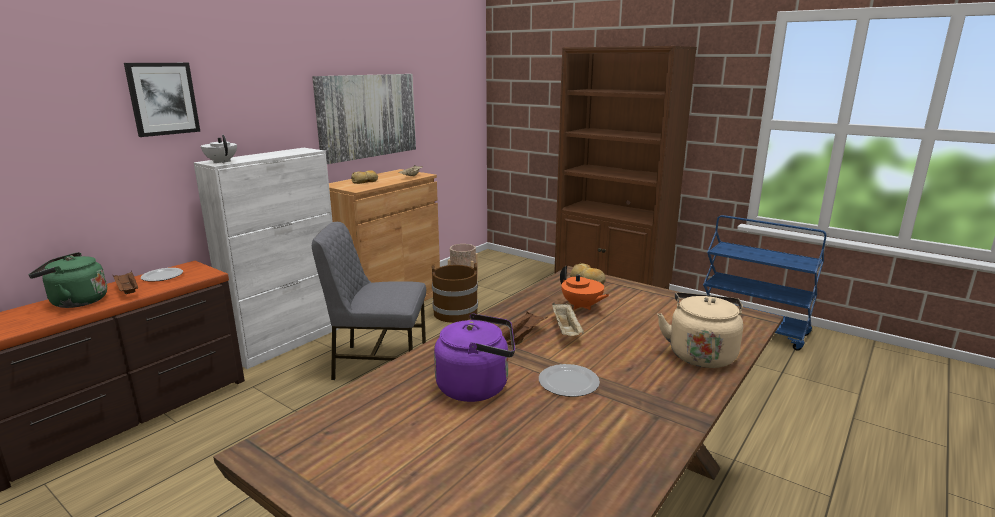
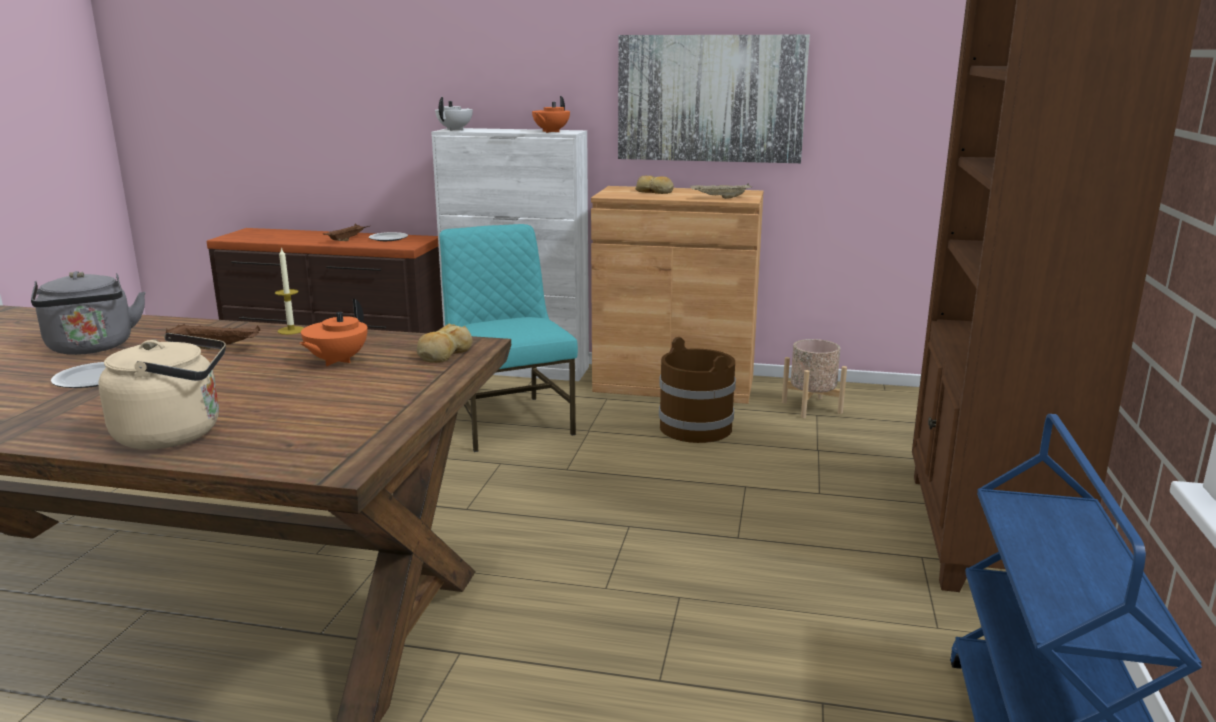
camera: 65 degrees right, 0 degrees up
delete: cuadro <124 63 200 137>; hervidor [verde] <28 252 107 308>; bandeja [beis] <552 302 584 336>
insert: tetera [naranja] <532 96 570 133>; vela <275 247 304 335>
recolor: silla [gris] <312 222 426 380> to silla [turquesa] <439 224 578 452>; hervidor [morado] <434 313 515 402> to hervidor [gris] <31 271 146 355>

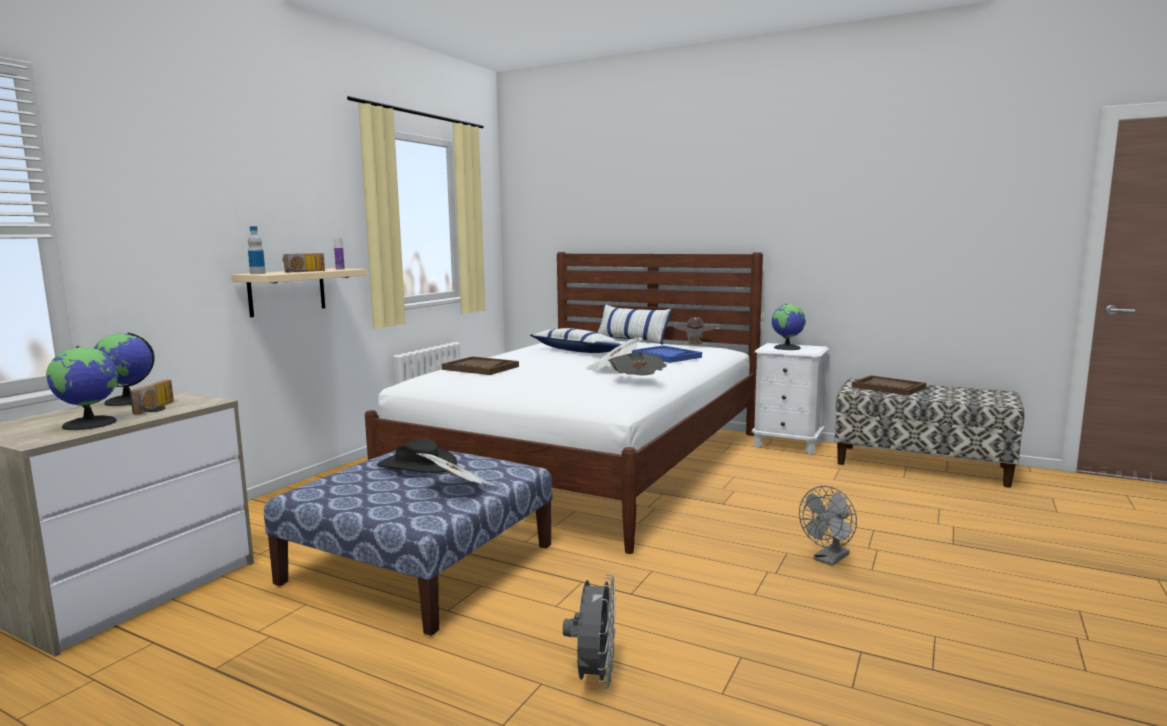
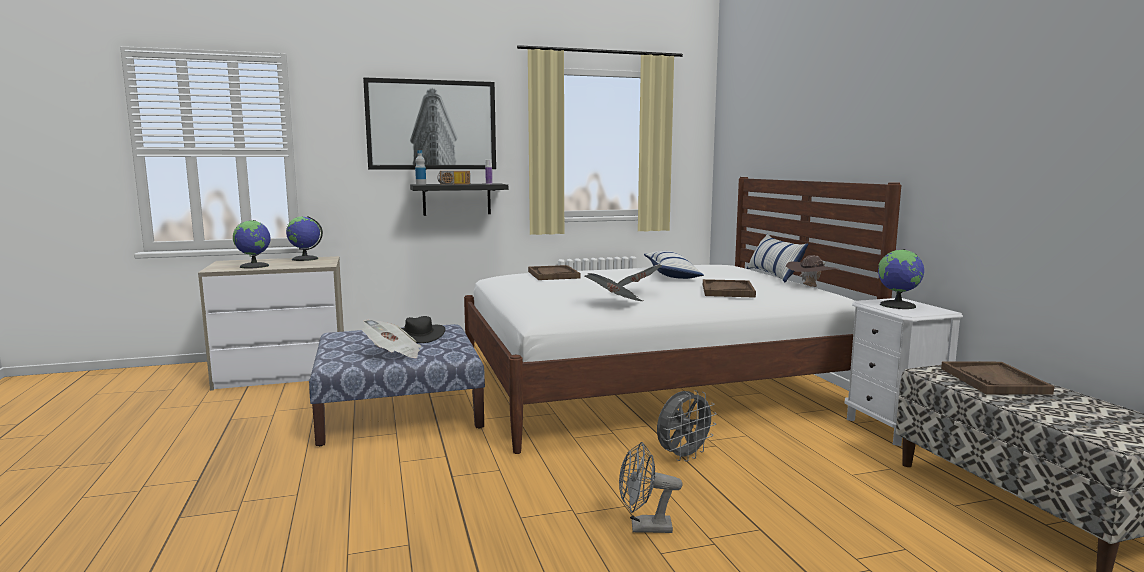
camera: 45 degrees right, 0 degrees up
delete: radio <130 380 174 415>
insert: cuadro <363 77 496 170>
move: ventilador [gris] <563 574 616 689> to <657 390 717 462>
recolor: estante [beis] <231 268 367 317> to estante [negro] <410 183 508 216>; bandeja [azul] <632 345 702 363> to bandeja [marrón] <703 279 756 298>

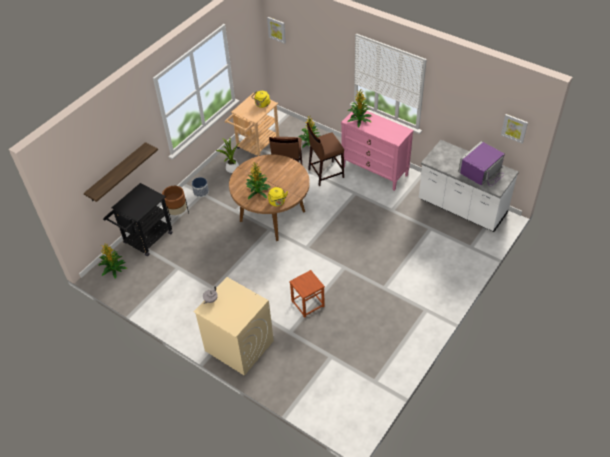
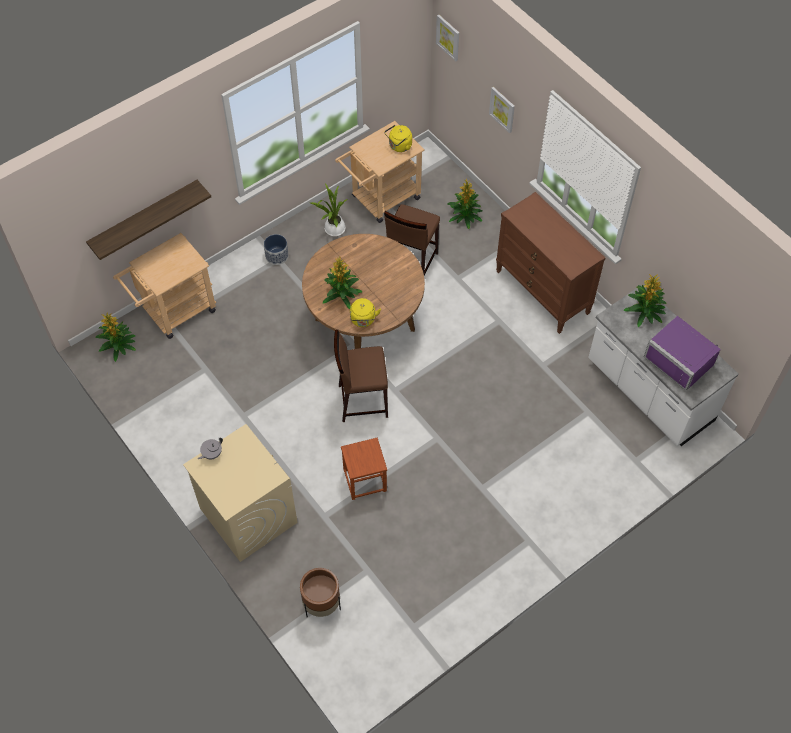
camera: 15 degrees right, 10 degrees up
move: planta en maceta <347 90 372 127> to <624 274 667 327>; cuadro <501 114 528 143> to <489 87 515 133>; taburete [marrón] <307 123 344 186> to <334 330 388 422>; maceta [marrón] <162 186 189 220> to <300 568 341 617>
recolor: cómoda [rosa] <341 111 414 191> to cómoda [marrón] <496 192 605 334>; carrito [negro] <103 183 173 256> to carrito [beis] <113 233 216 339>
rotate: microondas [morado] <458 141 505 187> = <644 316 721 391> 105 degrees counterclockwise

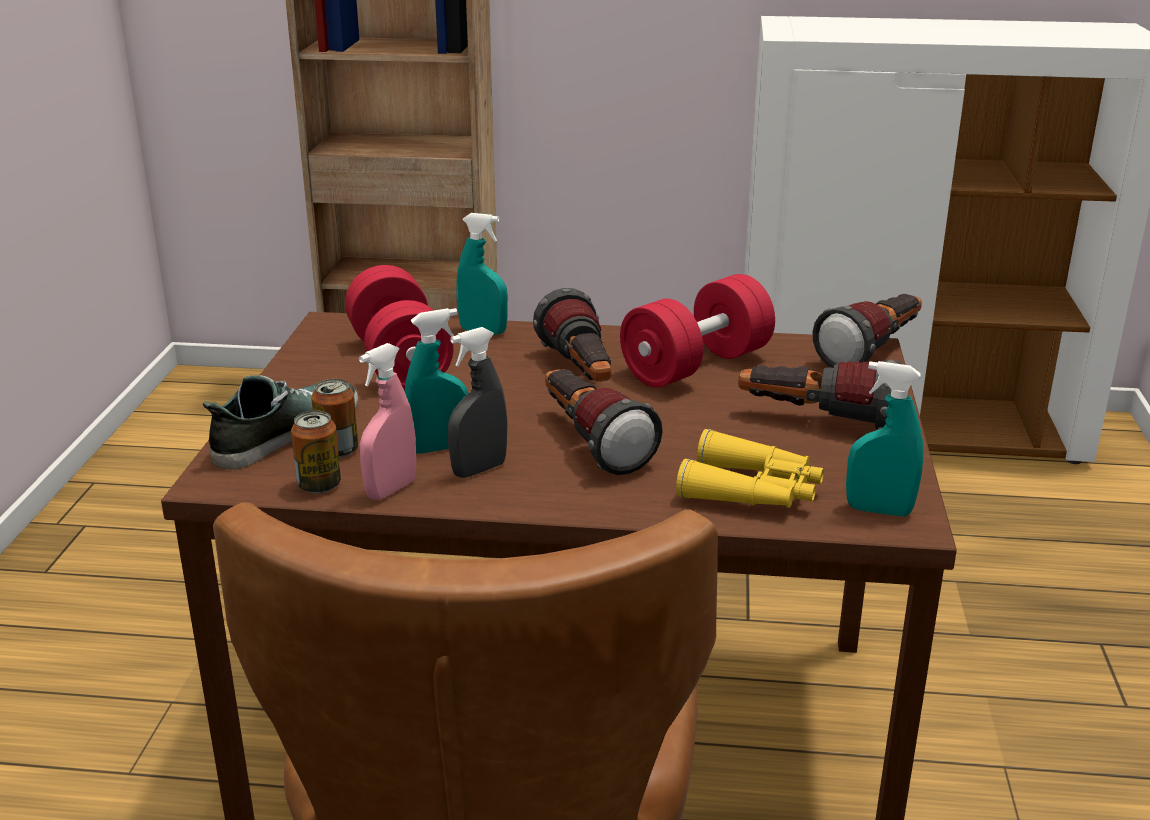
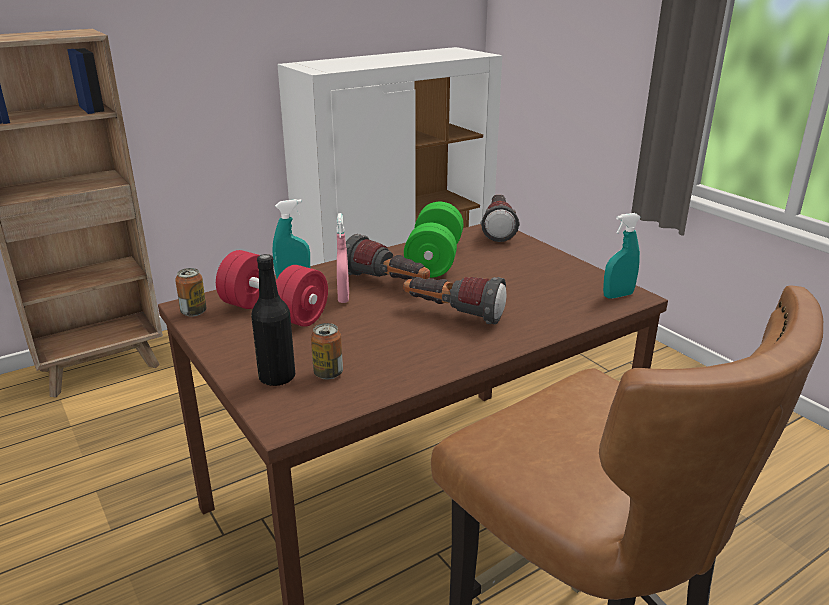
camera: 40 degrees left, 0 degrees up
delete: pulverizador [turquesa] <405 308 468 454>; pulverizador [gris] <448 327 507 478>; linterna <738 360 901 430>; prismáticos [amarillo] <676 429 824 508>
move: pulverizador [rosa] <359 343 416 500> to <337 213 349 303>; lata <291 410 341 494> to <175 268 207 317>
replace: zapato <203 375 358 469> to botella [negro] <251 254 295 386>
recolor: mancuerna [rojo] <620 274 775 388> to mancuerna [verde] <404 202 464 278>

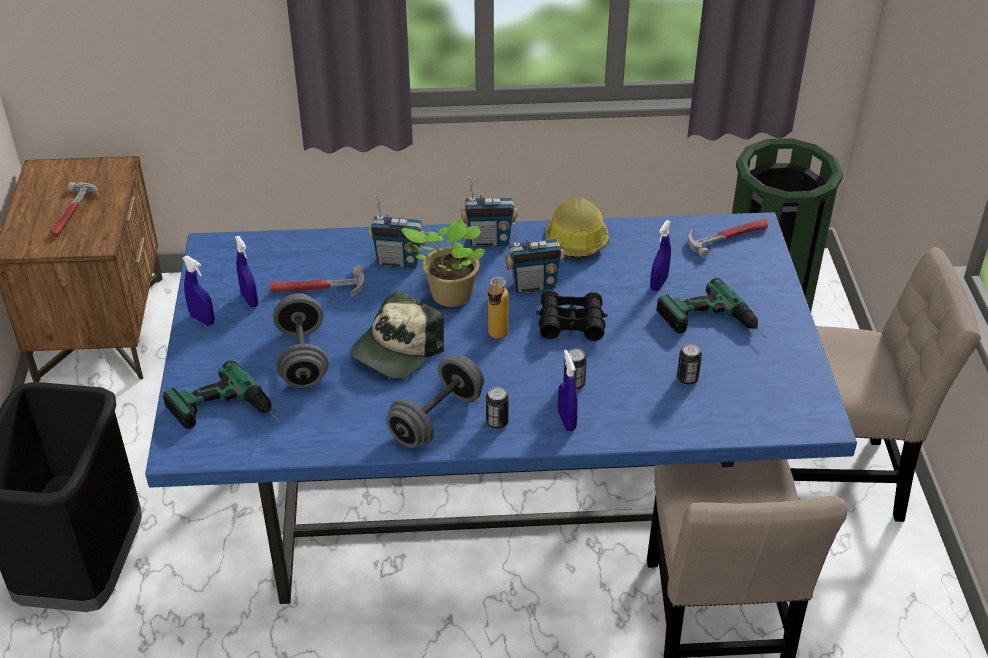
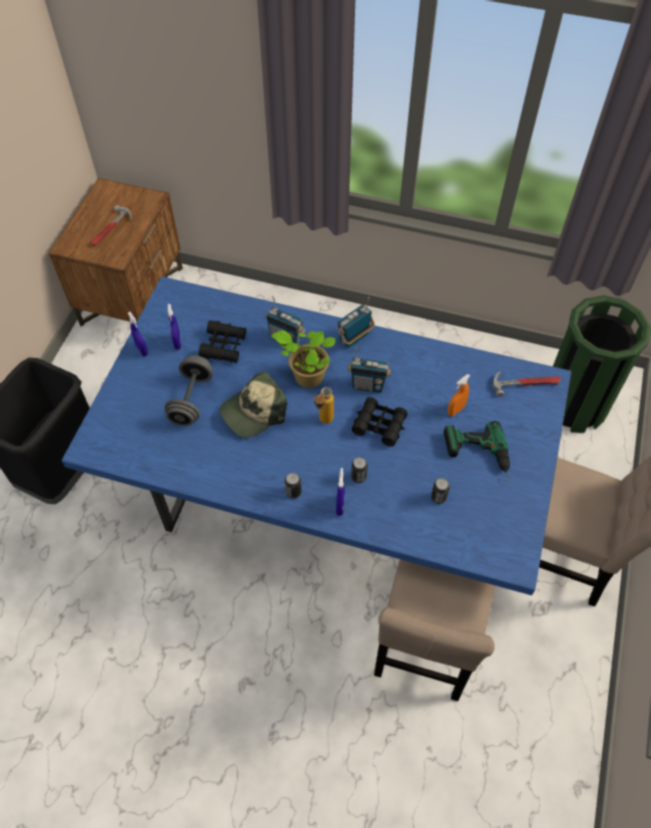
camera: 20 degrees right, 15 degrees up
delete: casco <546 198 609 260>; mancuerna [gris] <386 355 484 448>; taladro <163 360 280 429>
replace: martillo <269 266 365 297> to prismáticos [negro] <199 320 246 363>
recolor: pulverizador [azul] <650 220 671 291> to pulverizador [naranja] <448 374 470 416>
rotate: radio <461 177 518 247> = <337 297 375 348> 120 degrees clockwise

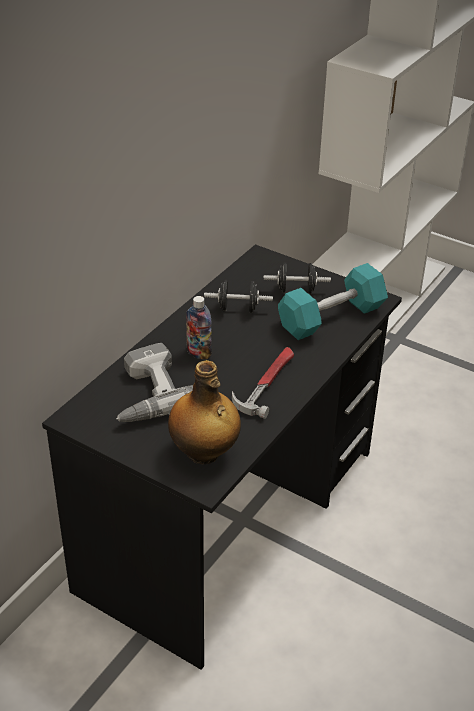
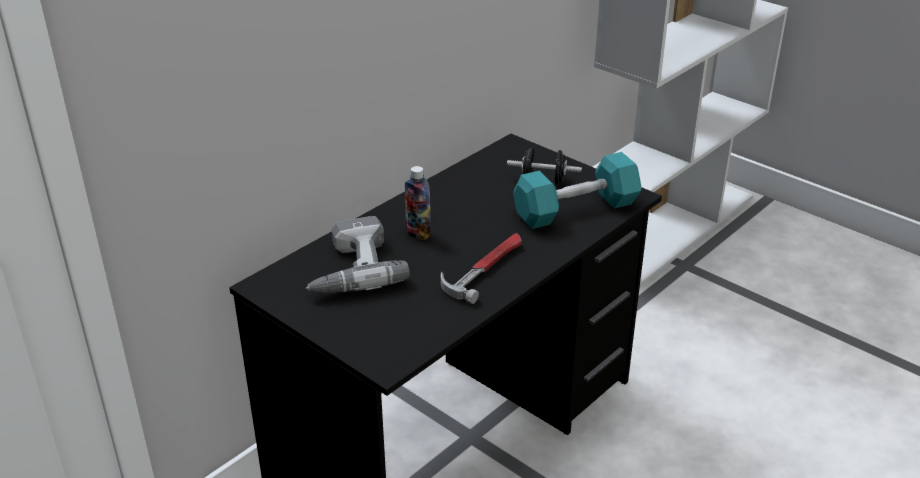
camera: 10 degrees right, 5 degrees down
delete: mancuerna [negro] <204 280 273 313>; botella <168 360 241 464>

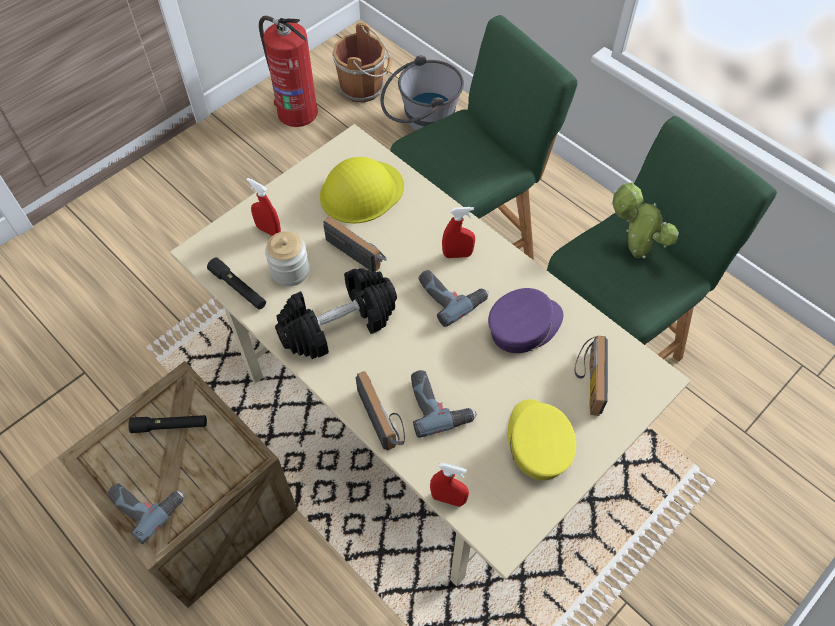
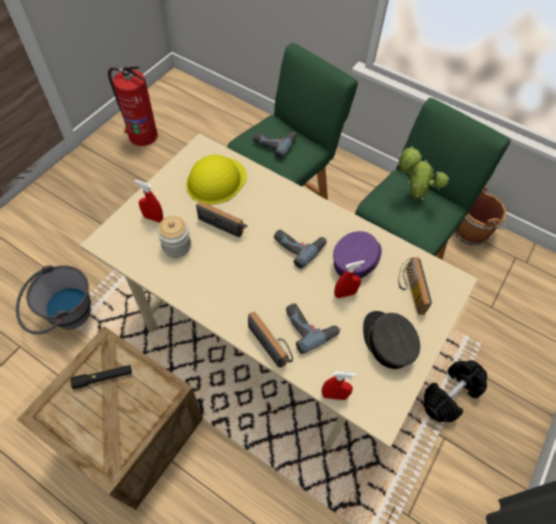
camera: 15 degrees left, 0 degrees up
delete: linterna [negro] <207 258 266 310>
move: cubo [marrón] <332 23 392 103> to <455 186 507 245>; cubo [gris] <381 55 464 131> to <16 265 91 334>; pulverizador [rojo] <442 207 475 258> to <334 260 365 298>; mancuerna [negro] <275 268 397 359> to <423 360 487 422>; taladro <108 484 184 544> to <253 132 297 159>
recolor: gorra [amarillo] <507 399 576 480> to gorra [gris] <363 311 420 369>

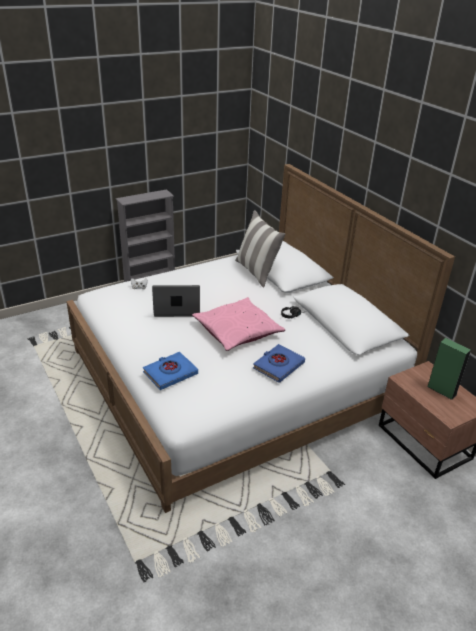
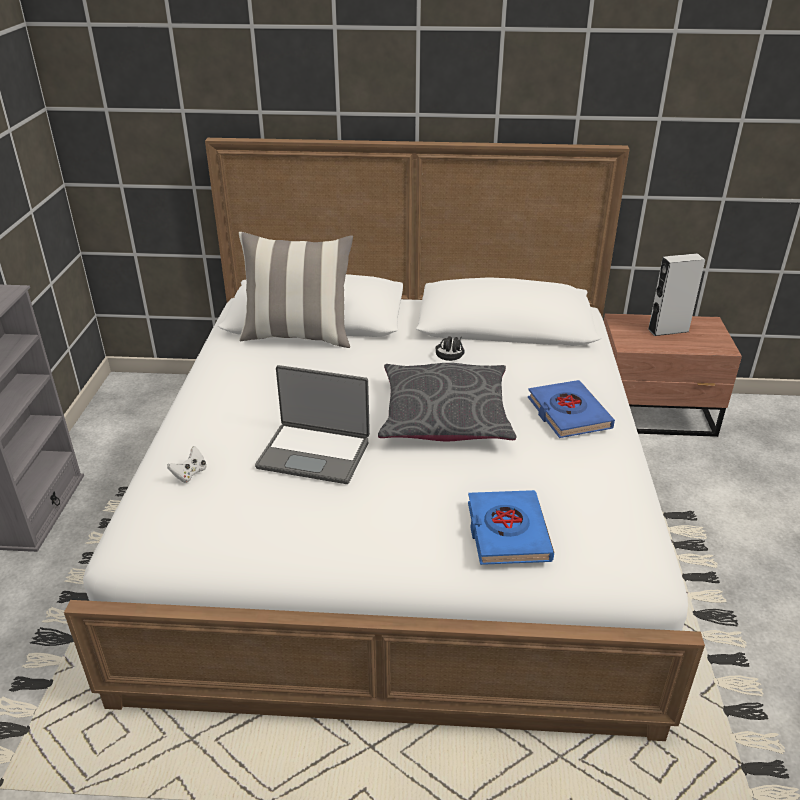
camera: 55 degrees left, 0 degrees up
recolor: cojín [rosa] <192 297 285 351> to cojín [gris] <378 363 516 441>; altavoz [verde] <427 338 471 400> to altavoz [gris] <648 253 705 336>
rotate: portátil <152 285 200 317> = <255 365 370 484> 105 degrees counterclockwise

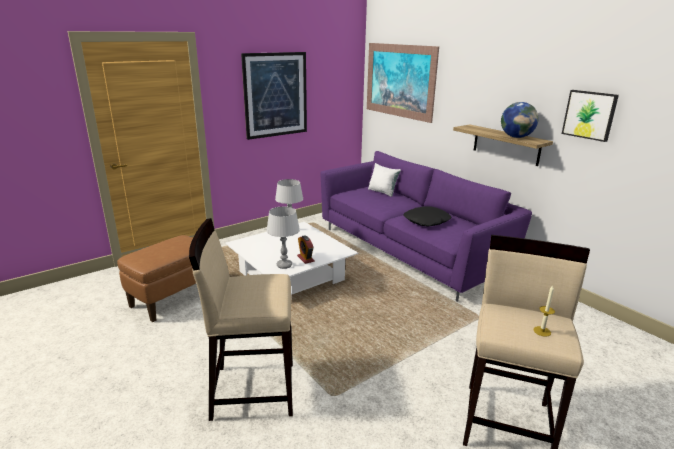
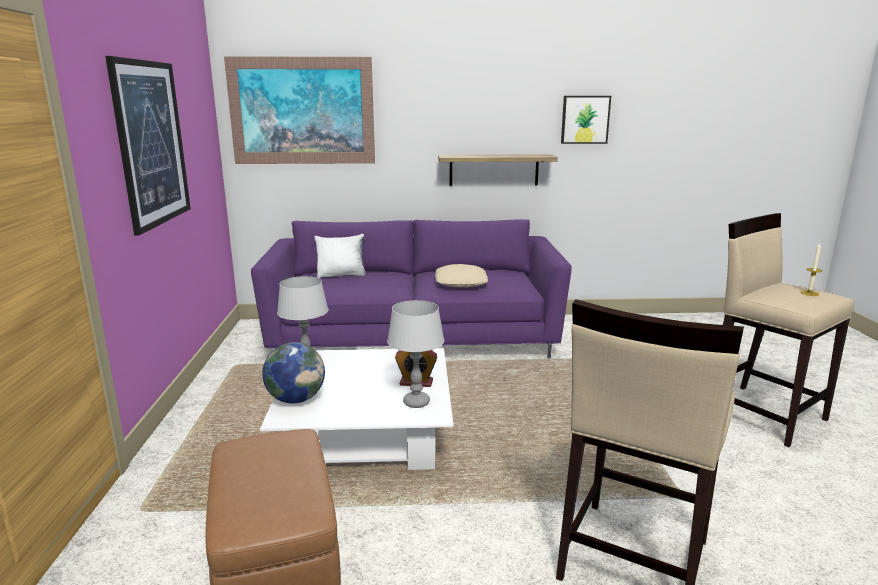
camera: 55 degrees left, 5 degrees down
move: globo terráqueo <501 102 539 138> to <262 342 325 403>
recolor: cojín [negro] <403 206 451 226> to cojín [beis] <435 264 488 287>

